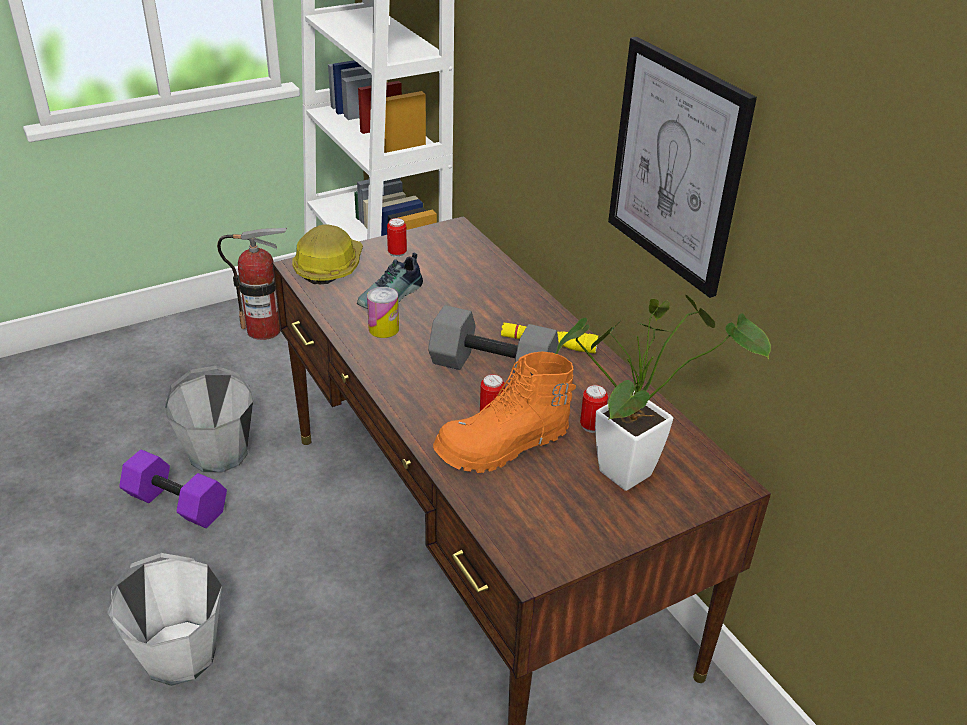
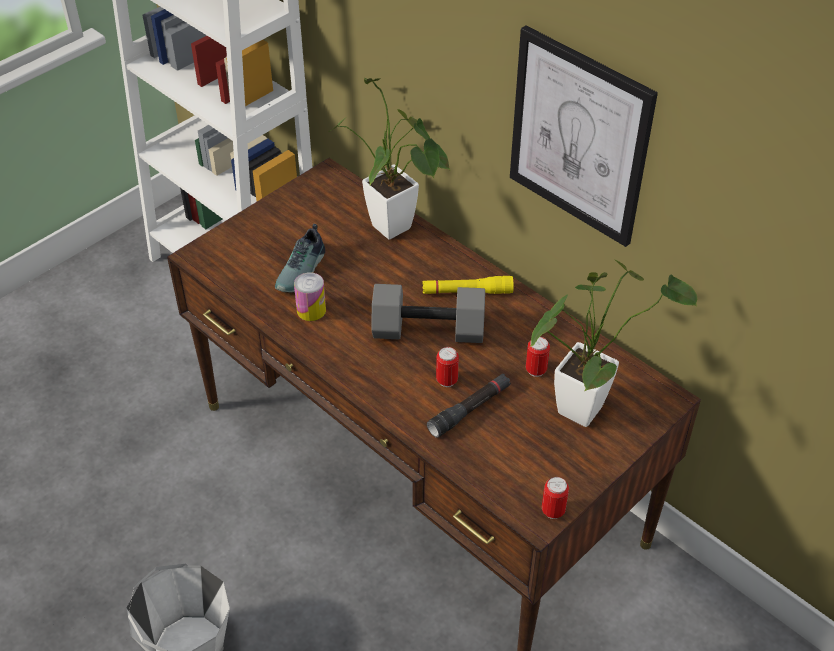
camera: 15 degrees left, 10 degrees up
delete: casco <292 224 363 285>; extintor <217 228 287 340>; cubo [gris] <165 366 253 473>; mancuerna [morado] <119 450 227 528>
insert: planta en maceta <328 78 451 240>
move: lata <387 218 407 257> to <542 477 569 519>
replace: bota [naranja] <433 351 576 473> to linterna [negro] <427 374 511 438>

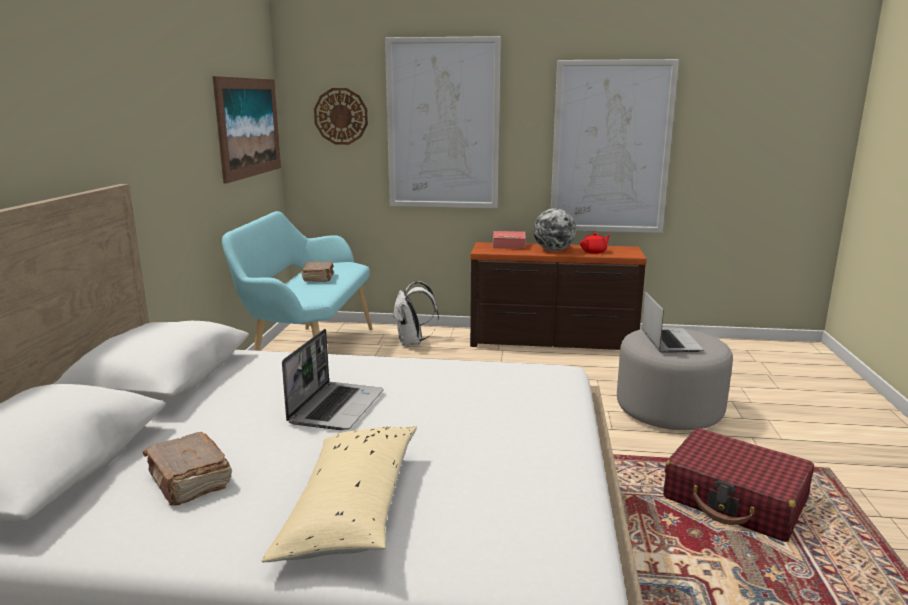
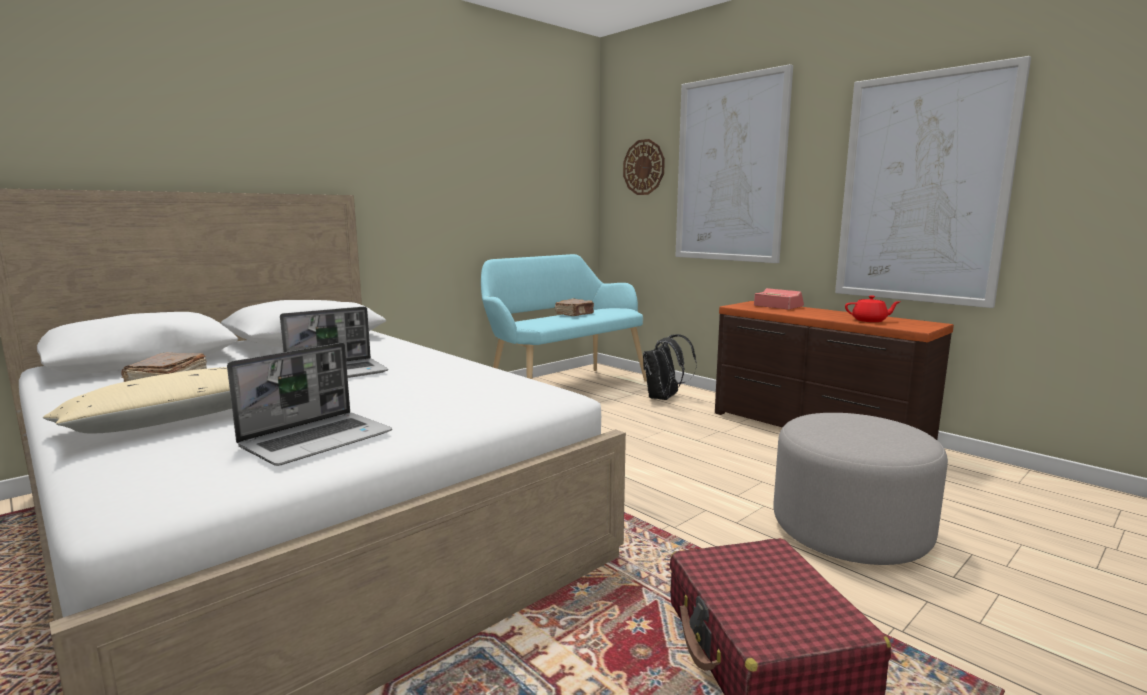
camera: 40 degrees right, 5 degrees down
delete: cuadro <213 76 281 184>; globo terráqueo <533 208 576 251>
move: portátil <642 291 704 353> to <227 343 392 466>
recolor: mochila [blanco] <393 281 439 346> to mochila [negro] <643 334 697 400>

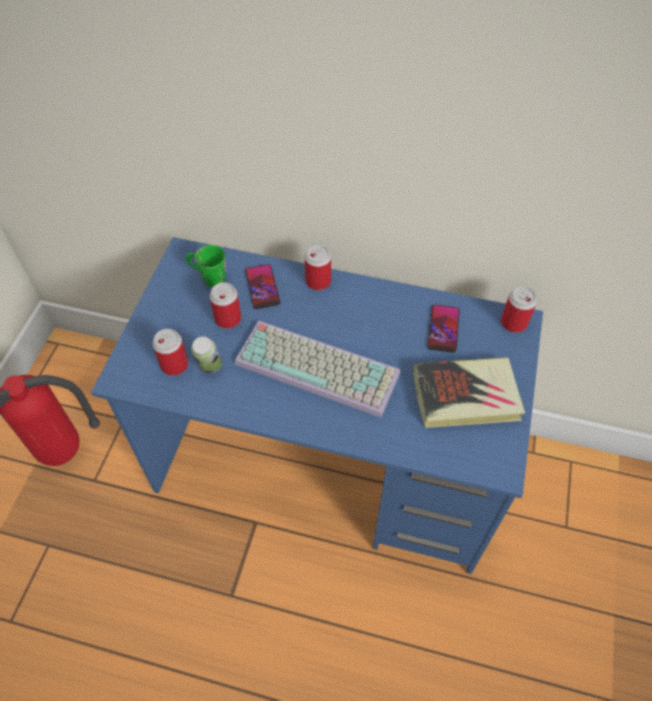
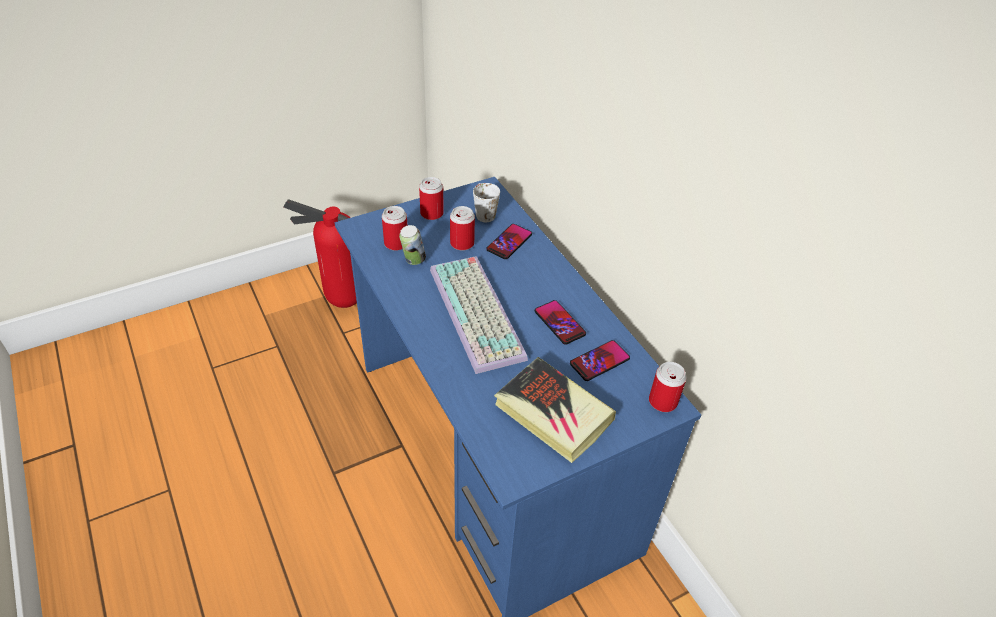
camera: 45 degrees right, 10 degrees down
insert: móvil <535 300 586 345>
move: lata <305 245 331 290> to <419 177 444 220>
recolor: taza grande [verde] <186 245 225 287> to taza grande [blanco] <473 183 500 222>

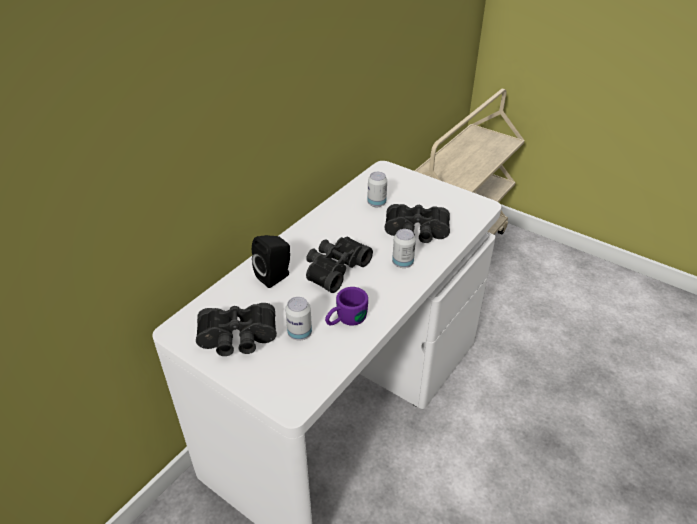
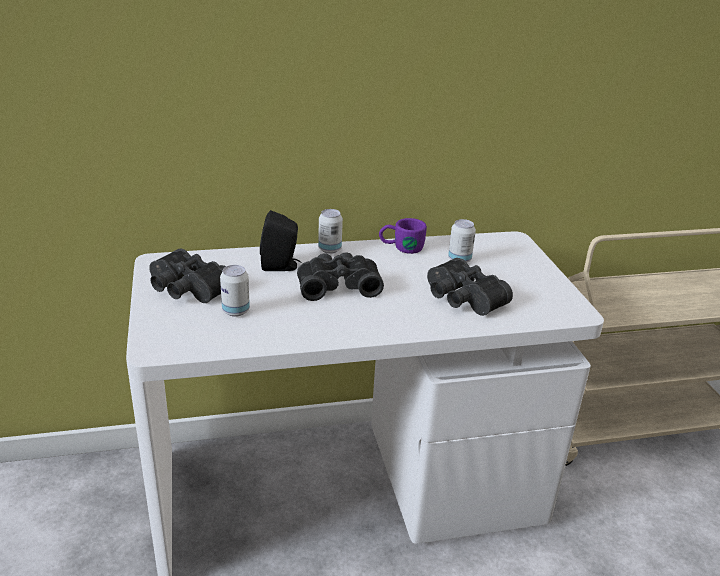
camera: 40 degrees right, 10 degrees down
move: lata <392 229 416 268> to <318 209 343 254>; taza grande [morado] <325 287 368 326> to <379 218 427 254>

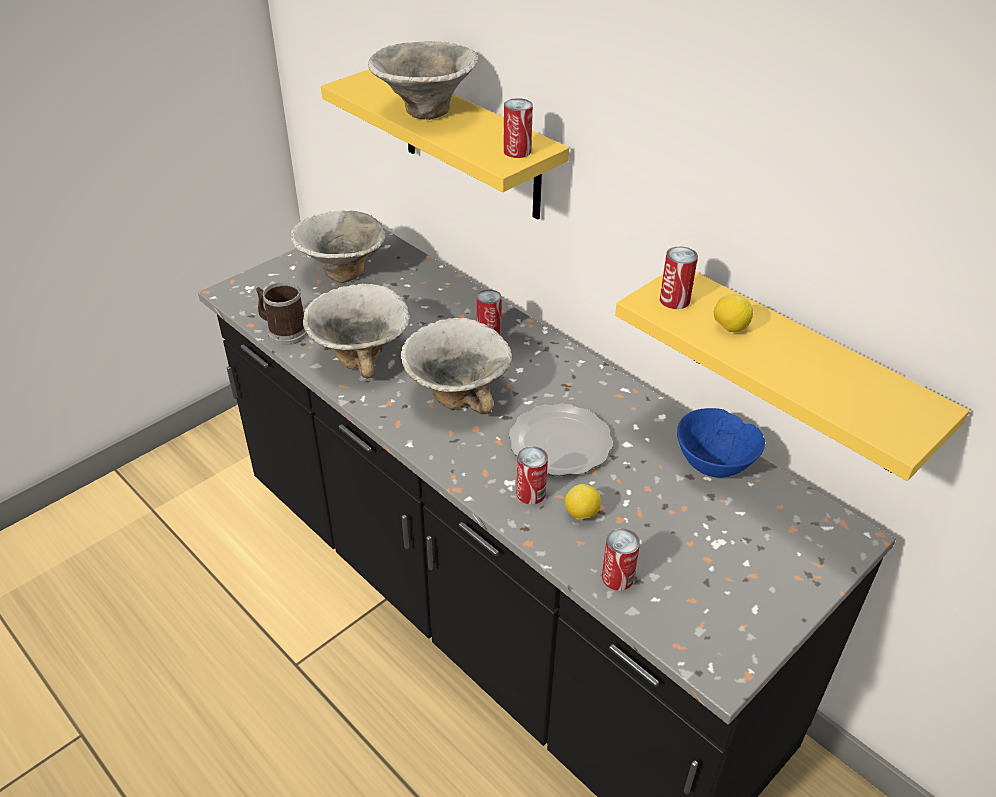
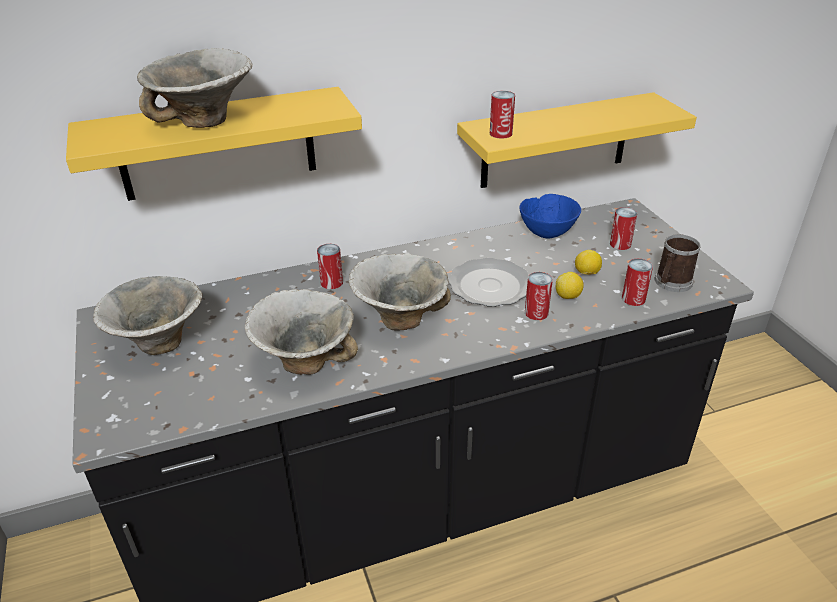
camera: 65 degrees left, 5 degrees down
move: lata <503 98 533 158> to <610 207 637 250>; taza grande <256 282 308 345> to <655 234 701 292>; limón <714 295 753 332> to <575 250 602 275>

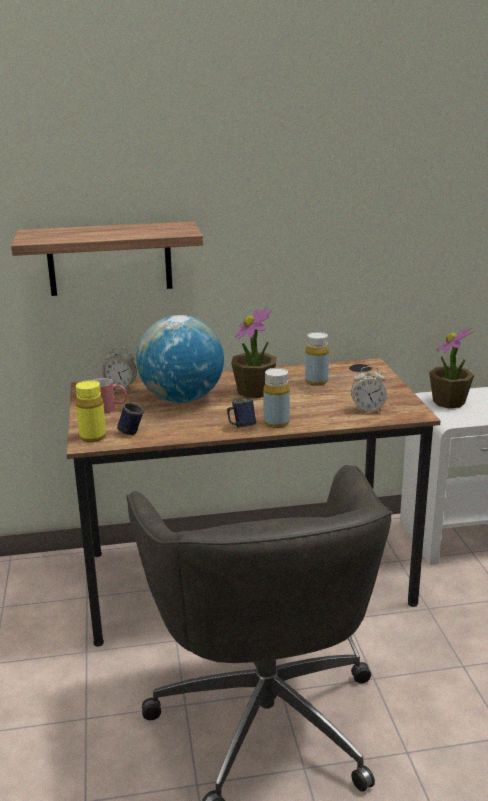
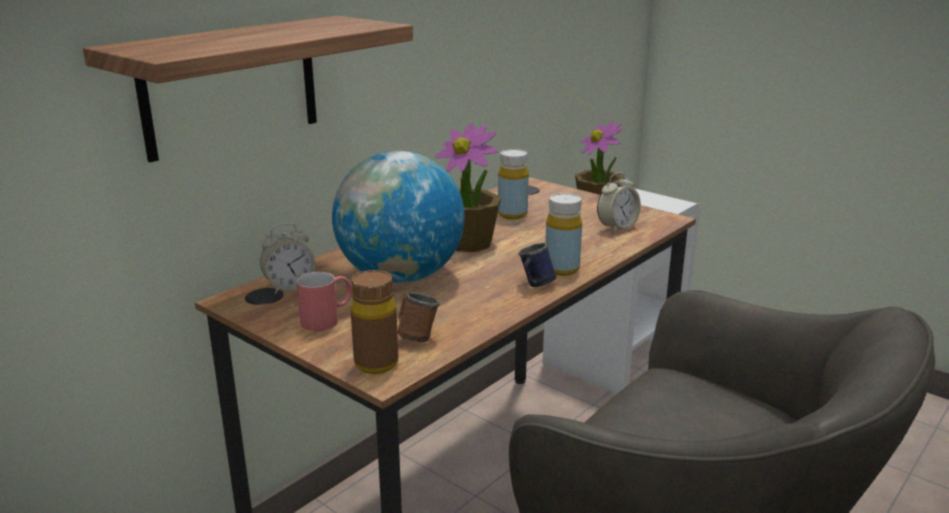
camera: 40 degrees left, 0 degrees up
recolor: botella [amarillo] <76 380 106 442> to botella [marrón] <351 270 398 374>; taza grande [azul] <117 403 144 435> to taza grande [marrón] <398 292 440 342>

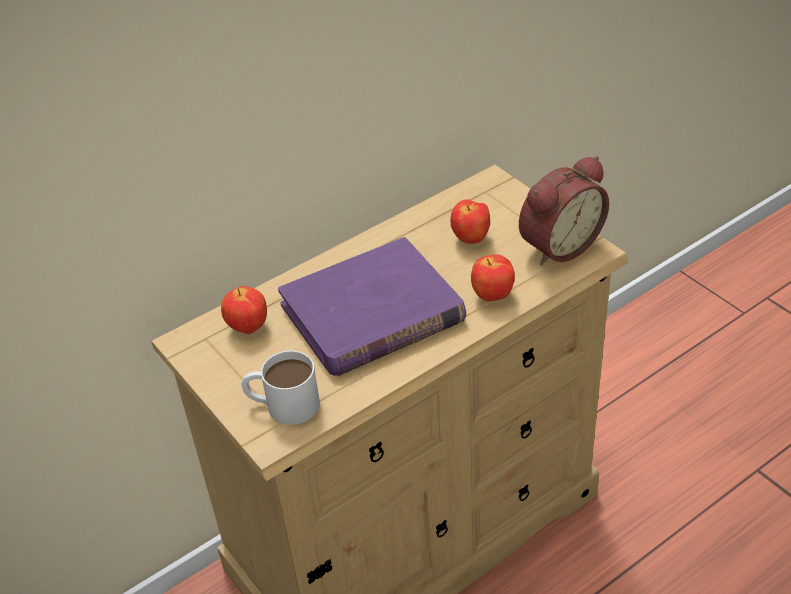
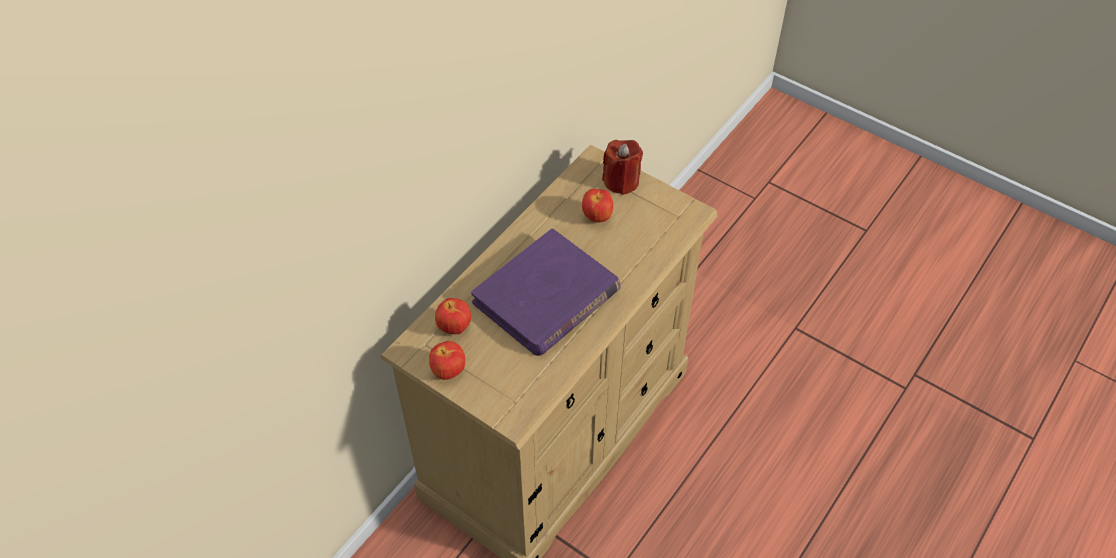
camera: 20 degrees left, 10 degrees up
delete: despertador <519 156 609 266>; taza grande [blanco] <242 351 320 425>
insert: vela [rojo] <602 140 643 195>
move: manzana <471 254 515 302> to <429 341 465 380>

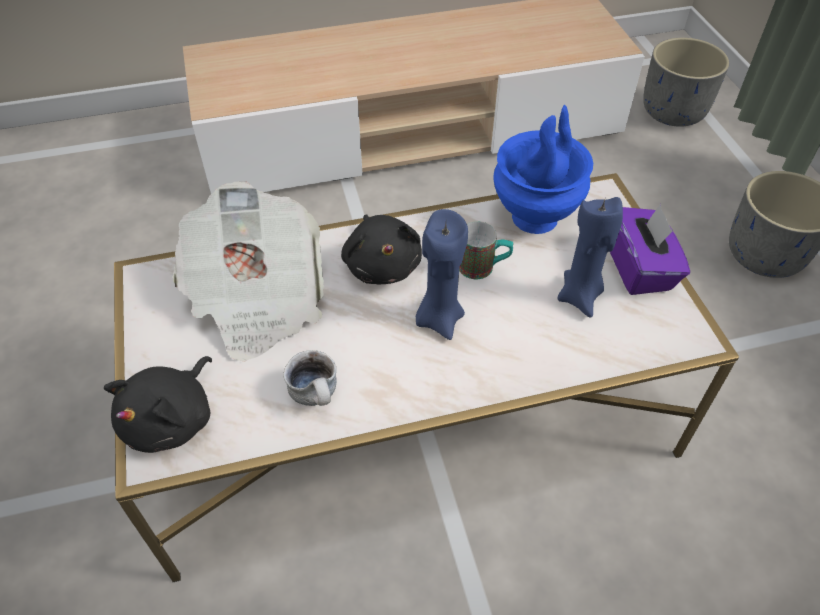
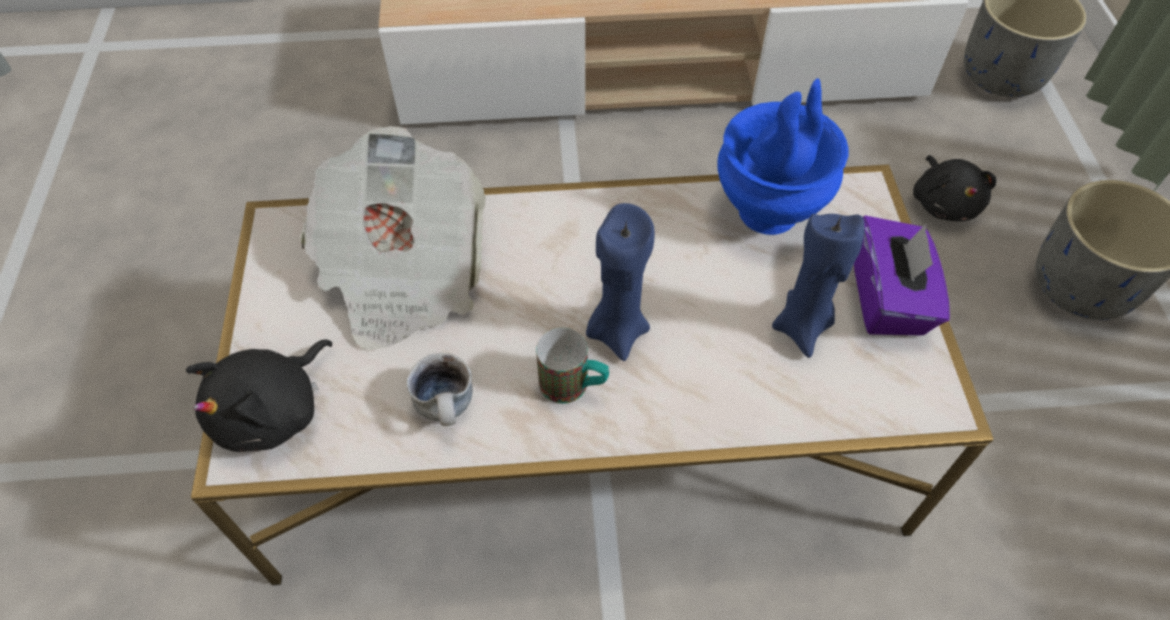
camera: 10 degrees right, 5 degrees up
move: peluche [negro] <341 214 422 284> to <913 155 996 221>; taza grande <459 221 514 279> to <536 328 609 404>

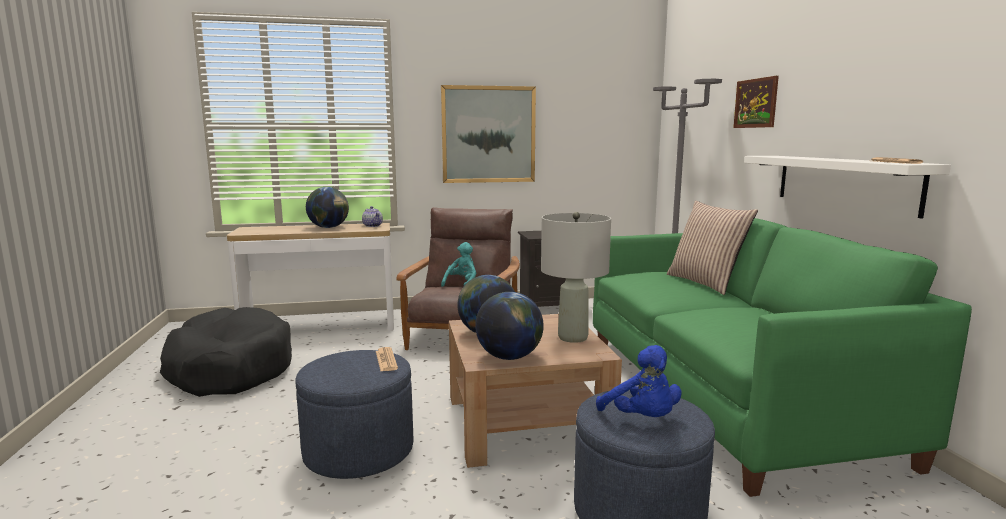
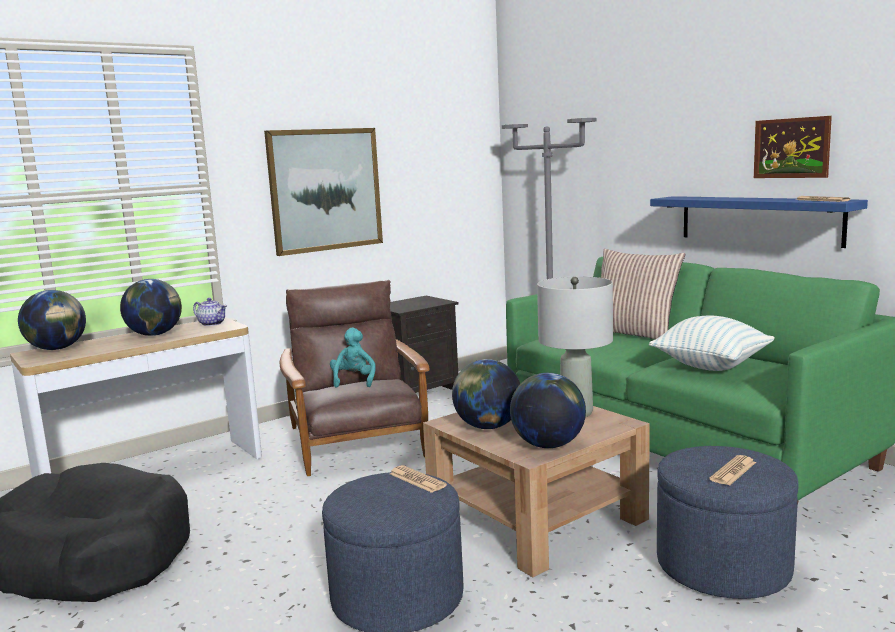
camera: 25 degrees left, 0 degrees up
insert: globo terráqueo <18 290 86 350>; cojín <649 316 775 371>
move: cuadro <733 76 779 128> to <754 116 832 178>
replace: peluche [azul] <596 345 681 417> to periódico <709 455 756 486>
recolor: estante [blanco] <744 156 951 219> to estante [azul] <650 196 868 248>

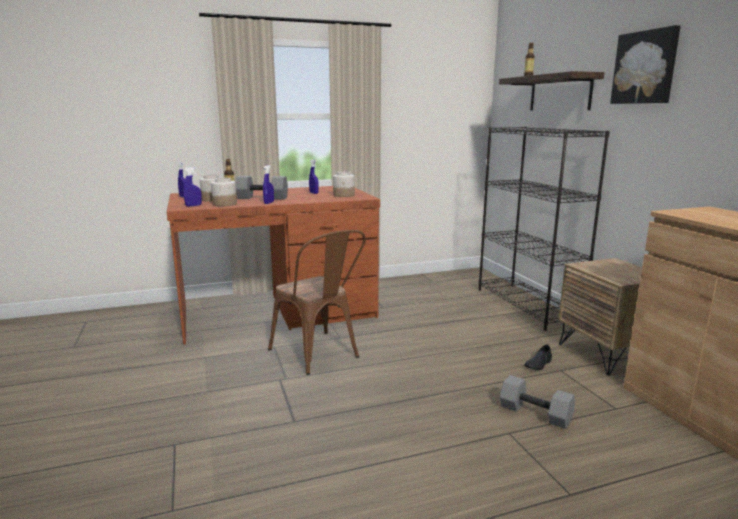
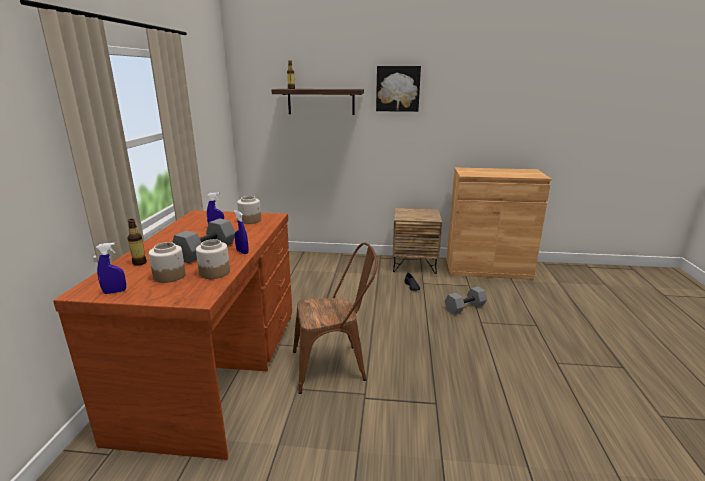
camera: 65 degrees left, 5 degrees up
delete: estantería [negro] <479 127 610 331>; pulverizador [azul] <183 167 202 207>

